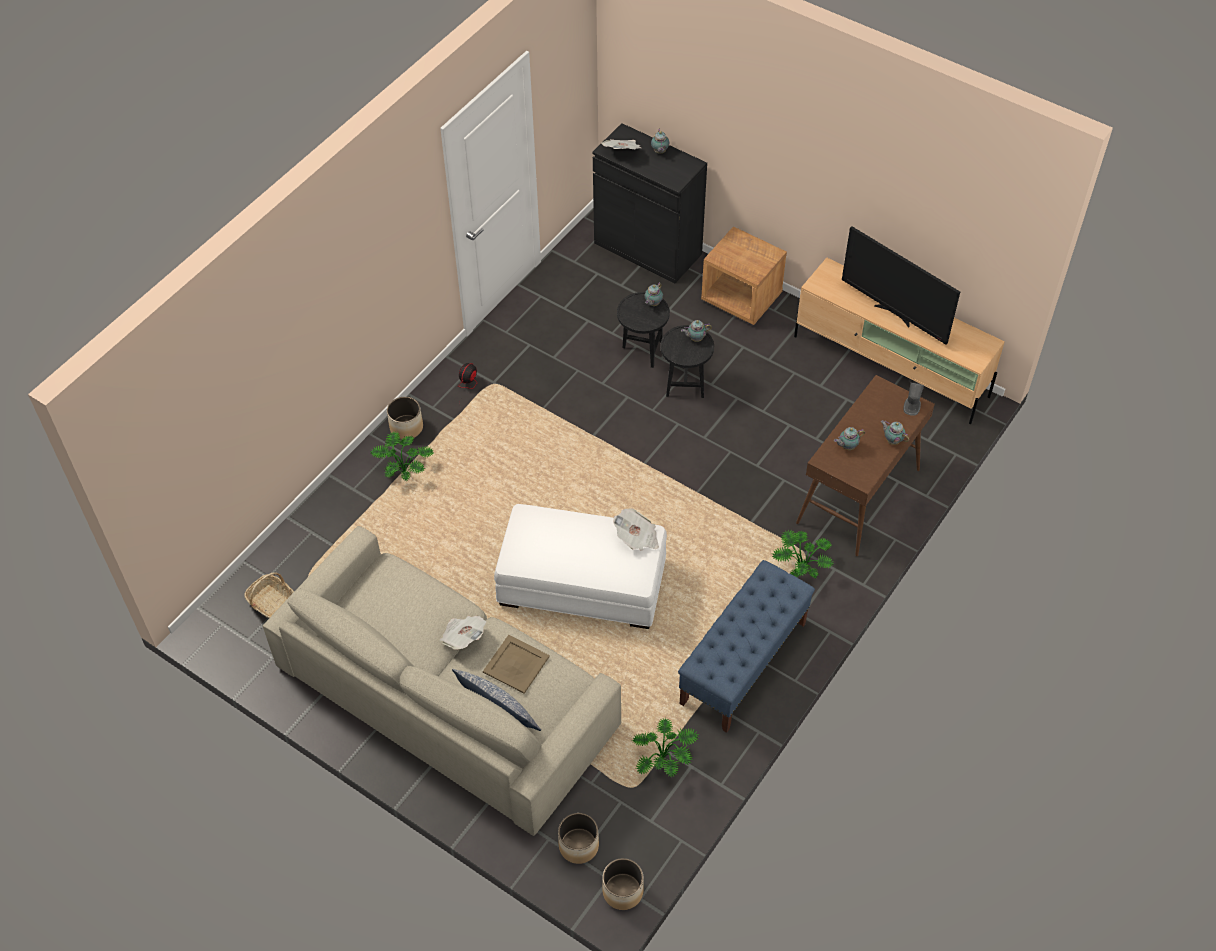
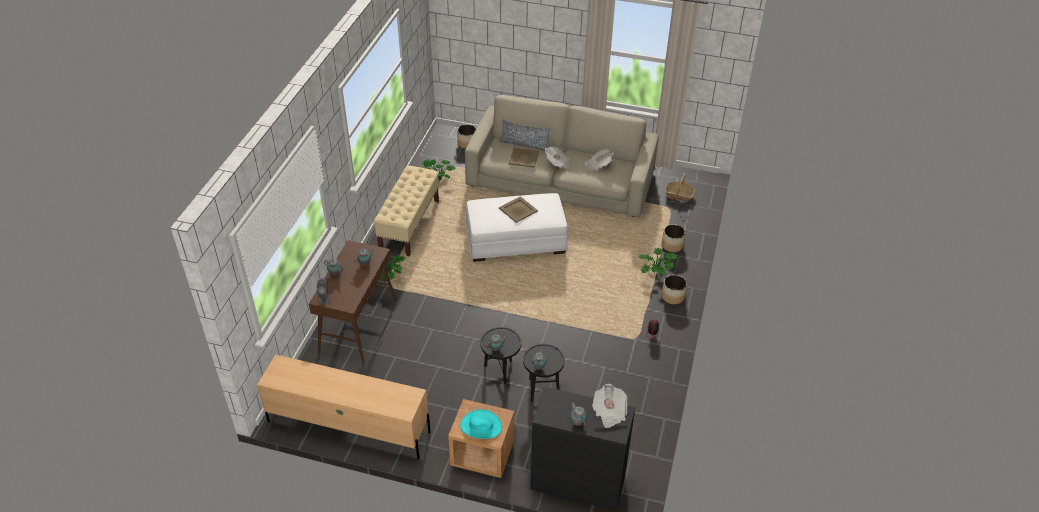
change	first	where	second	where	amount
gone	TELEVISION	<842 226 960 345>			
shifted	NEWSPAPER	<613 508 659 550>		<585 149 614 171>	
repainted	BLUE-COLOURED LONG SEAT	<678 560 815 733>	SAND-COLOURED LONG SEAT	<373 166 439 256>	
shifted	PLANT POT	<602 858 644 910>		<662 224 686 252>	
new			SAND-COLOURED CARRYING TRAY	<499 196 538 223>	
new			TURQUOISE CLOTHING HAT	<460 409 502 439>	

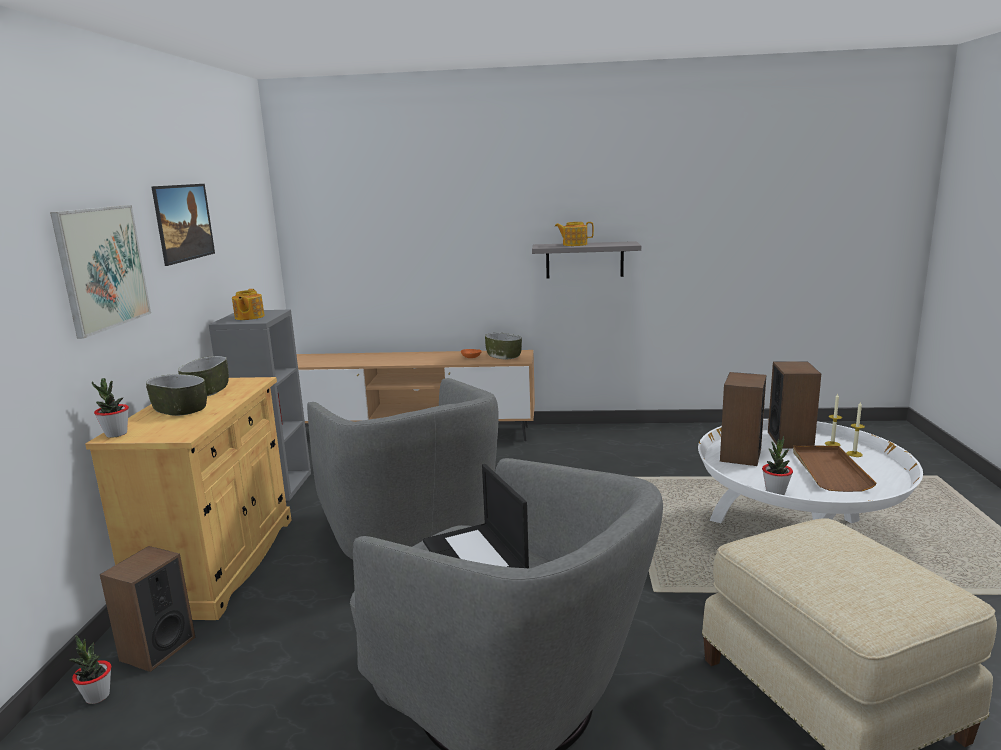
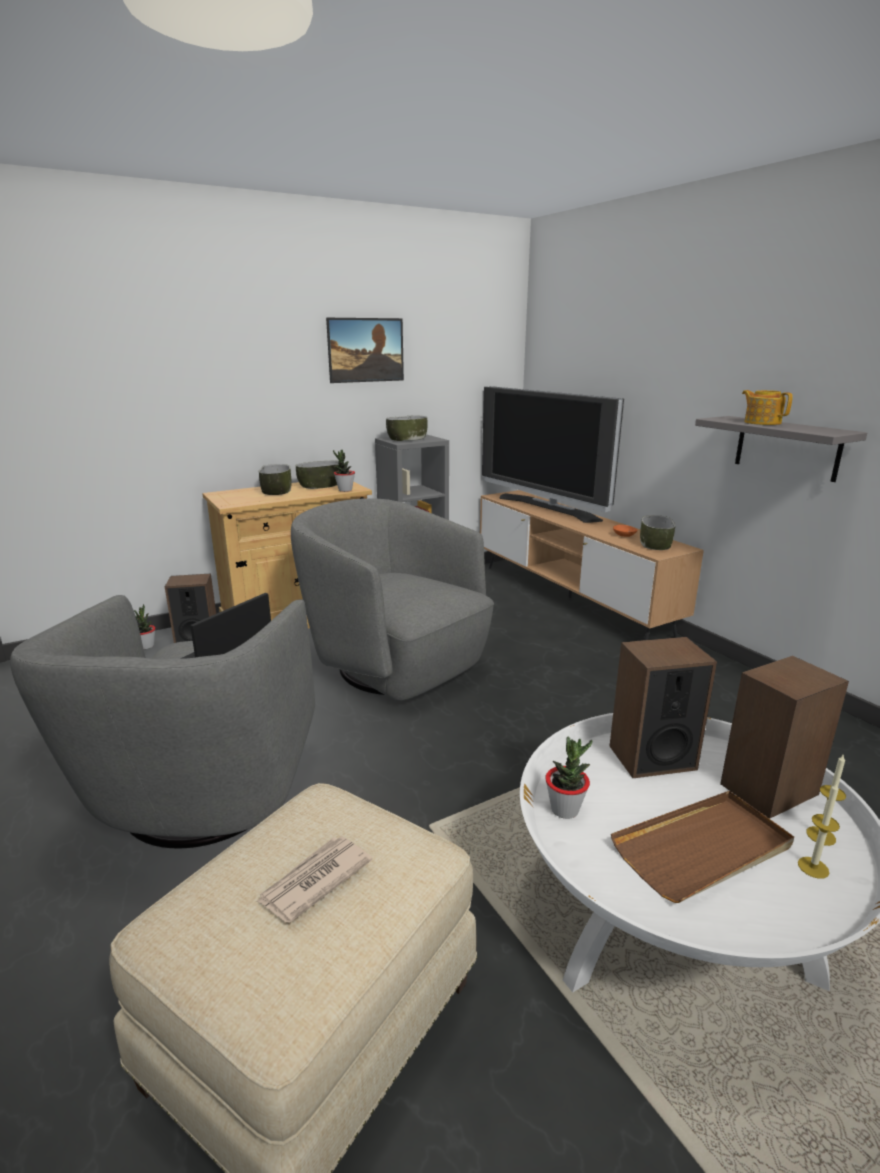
change	first	where	second	where	amount
gone	WALL PICTURE	<50 205 151 339>			
swapped	TEA POT	<232 289 265 320>	BOWL	<386 416 427 441>	
shifted	POTTED PLANT	<92 378 129 438>		<333 450 355 492>	
rotated	GRAY EASY CHAIR	<307 378 499 560>		<291 498 494 701>	105 degrees clockwise
new			TELEVISION	<482 386 624 523>	
new			NEWSPAPER	<256 836 372 923>	

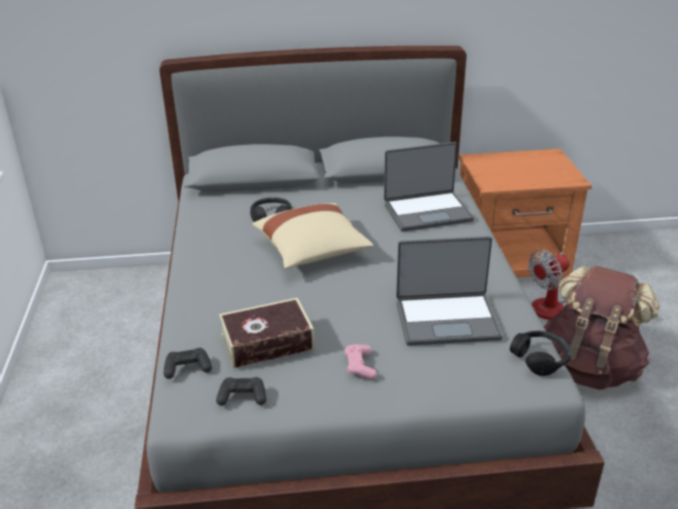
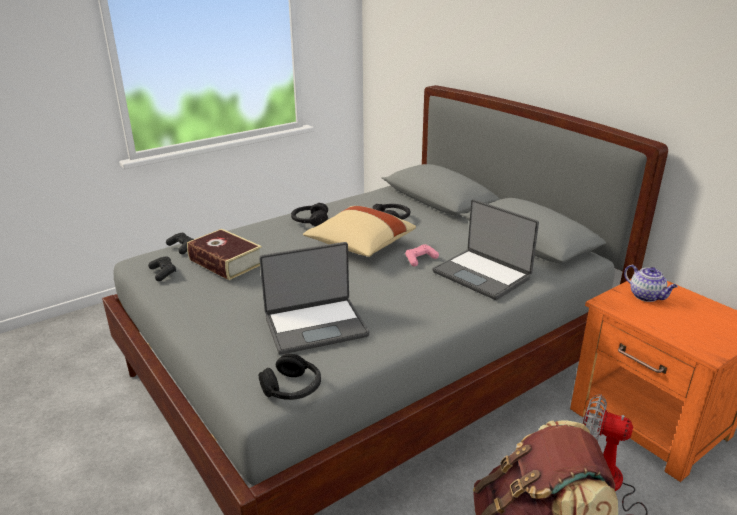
change	first	where	second	where	amount
rotated	LAPTOP	<396 236 503 346>		<259 242 369 355>	75 degrees counterclockwise
shifted	PINK GAMEPAD	<345 344 377 380>		<405 244 439 267>	
new			BLACK-COLOURED HEADPHONES	<291 203 328 227>	
new			TEA POT	<624 265 678 302>	

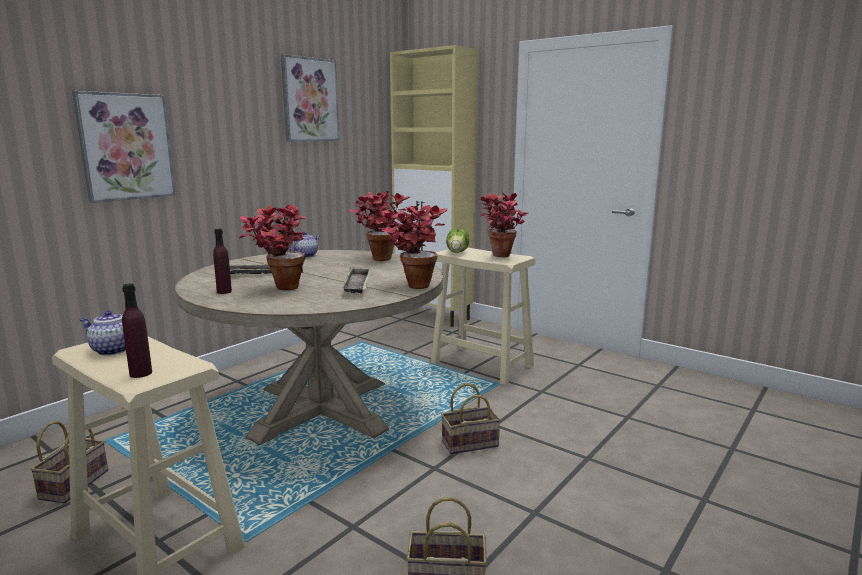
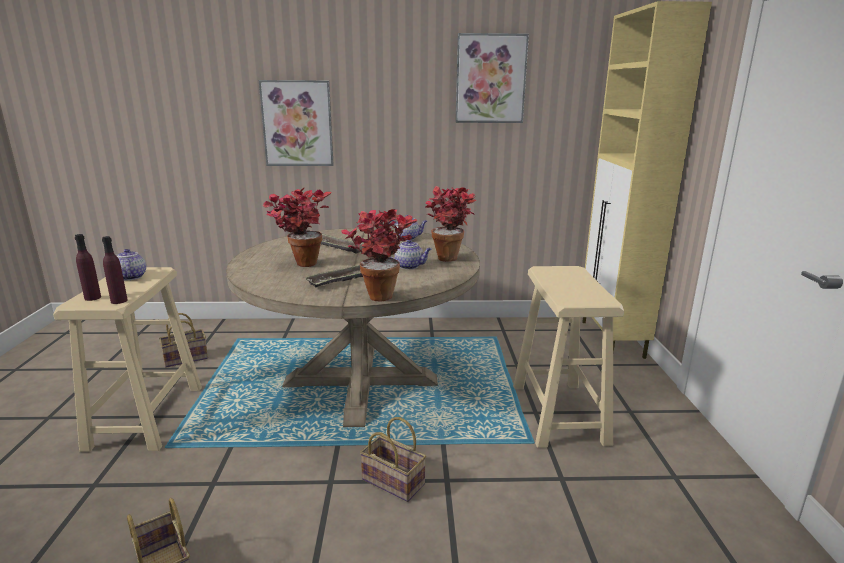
change	first	where	second	where	amount
gone	POTTED PLANT	<479 192 529 257>			
gone	LETTUCE	<446 228 469 253>			
shifted	PURPLISH DRINK BOTTLE	<213 229 232 294>		<102 236 128 304>	
new			TEA POT	<390 239 432 269>	

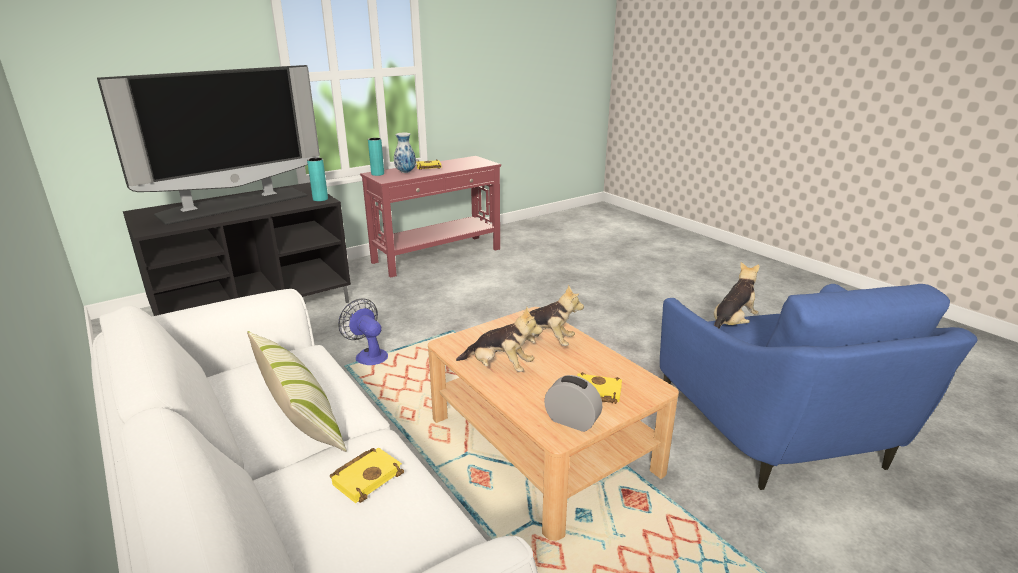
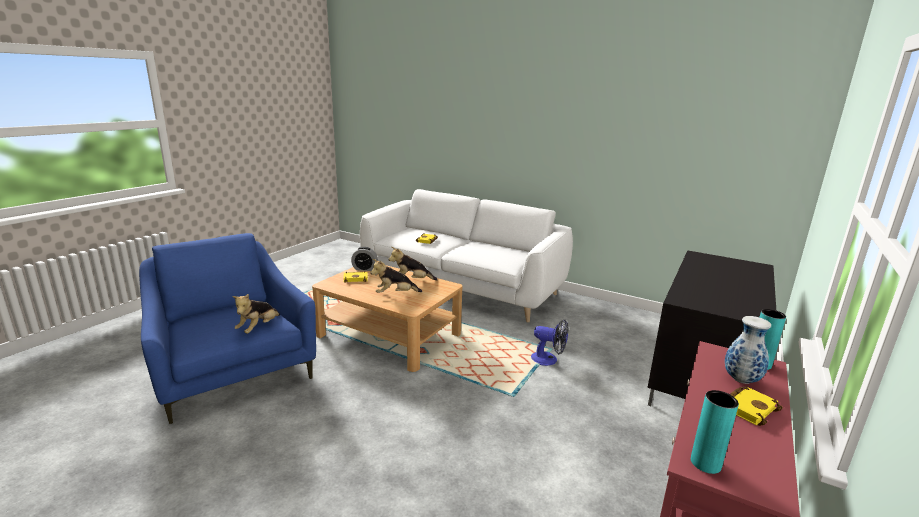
change	first	where	second	where	amount
gone	TELEVISION	<97 65 320 225>			
shifted	TURQUOISE FLOWER VASE	<307 158 328 201>		<691 390 739 474>	
gone	THROW PILLOW	<247 331 347 452>			

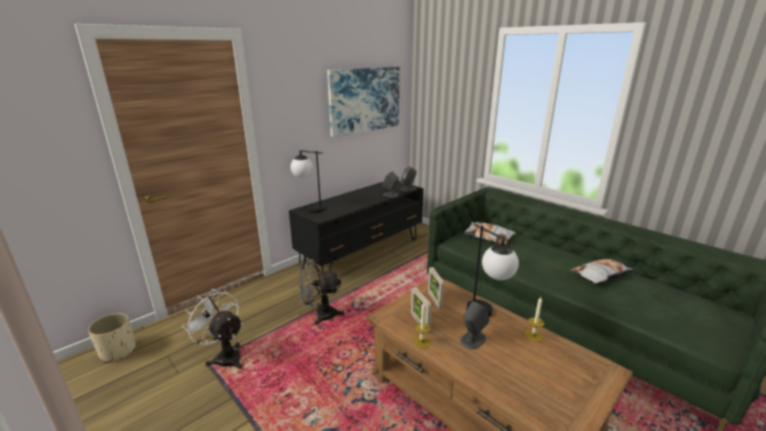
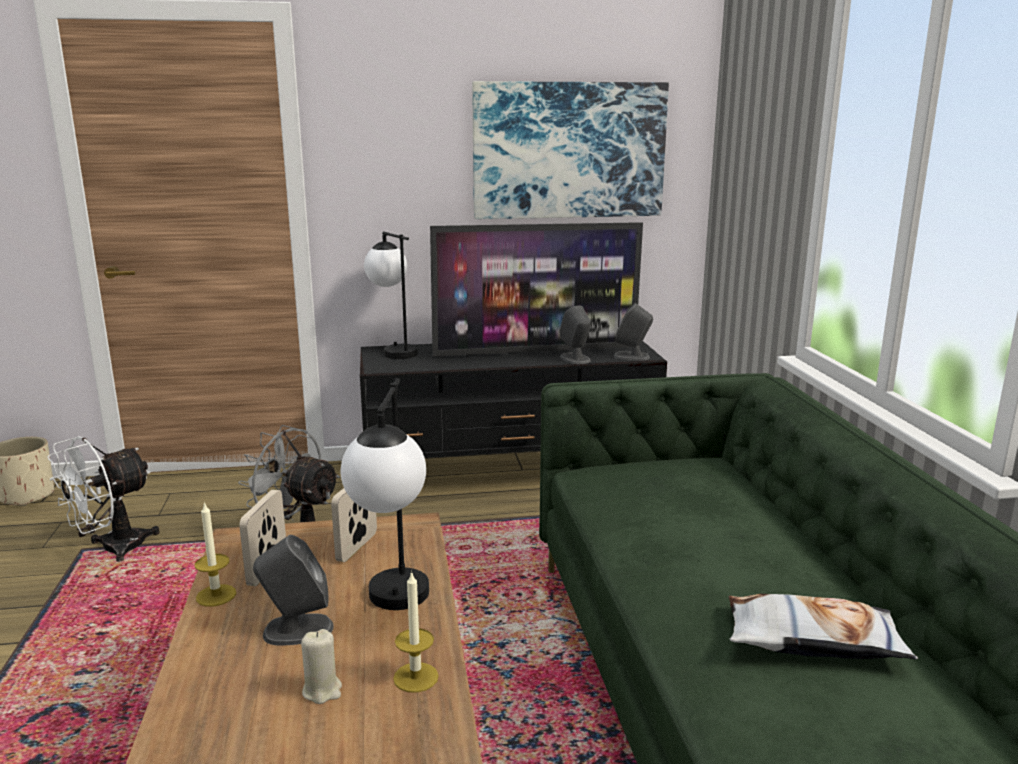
change	first	where	second	where	amount
gone	THROW PILLOW	<463 222 516 245>			
rotated	WHITISH ELECTRIC FAN	<182 289 243 369>		<48 436 160 562>	120 degrees counterclockwise
new			TELEVISION	<430 222 643 357>	
new			SAND-COLOURED WAX CANDLE	<301 629 342 704>	

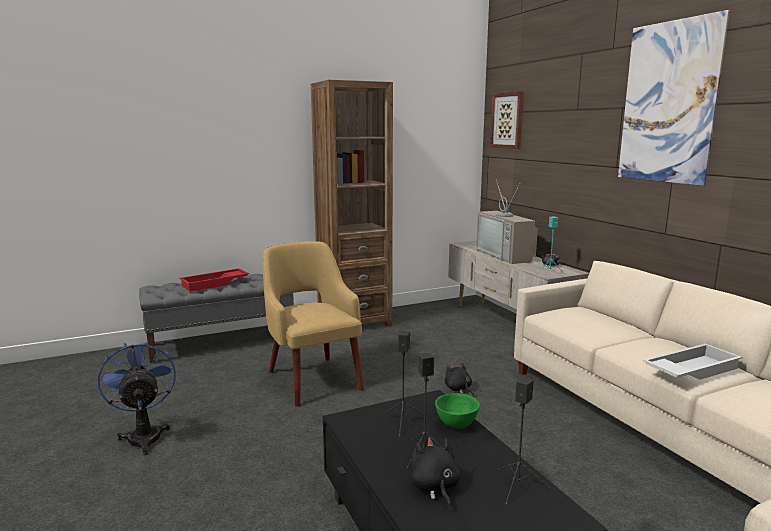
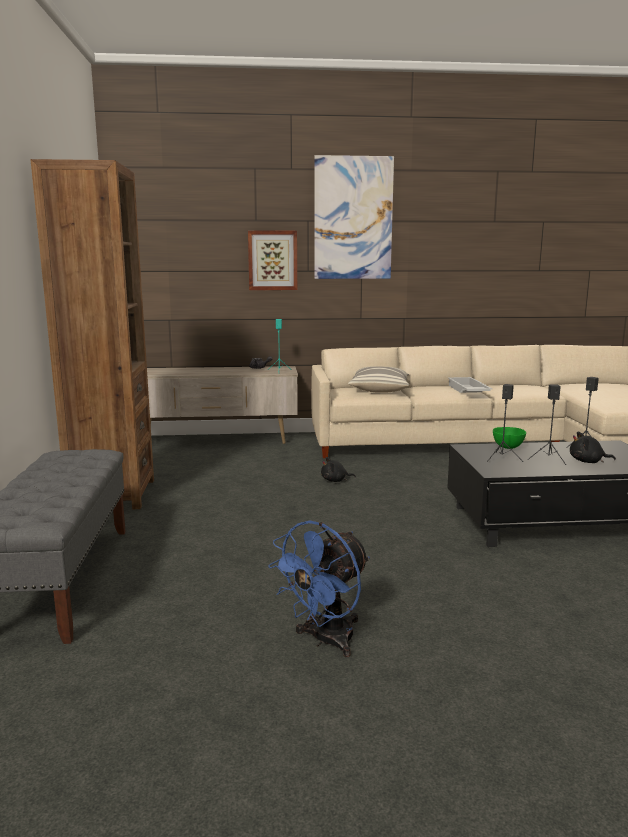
change	first	where	second	where	amount
shifted	WALL PICTURE	<490 91 524 149>		<248 230 297 290>	
gone	TELEVISION	<476 180 538 264>			
gone	YELLOW EASY CHAIR	<262 241 364 407>			
gone	RED CARRYING TRAY	<179 268 249 292>			
rotated	BLUE-COLOURED ELECTRIC FAN	<98 341 176 455>		<268 520 370 657>	45 degrees counterclockwise
new			THROW PILLOW	<348 366 409 393>	

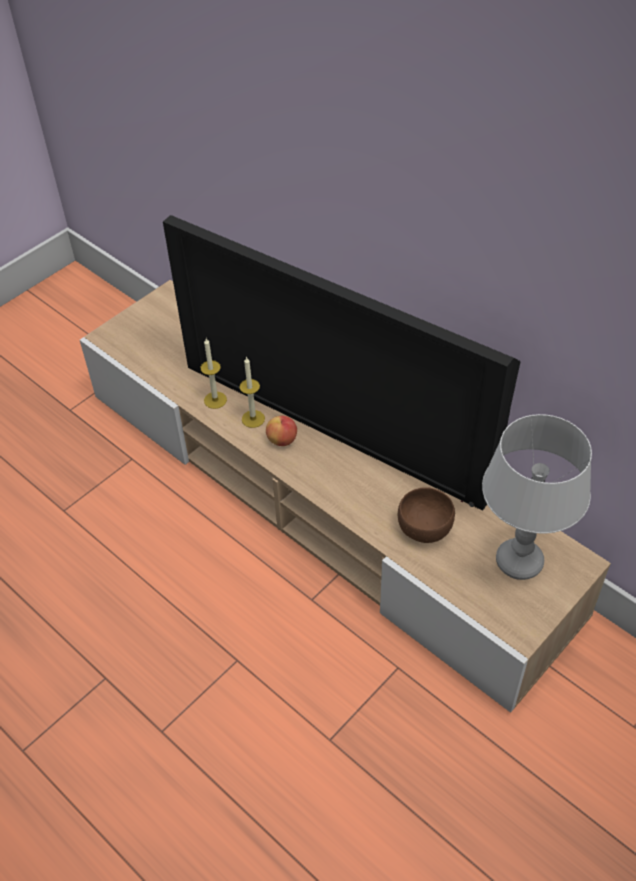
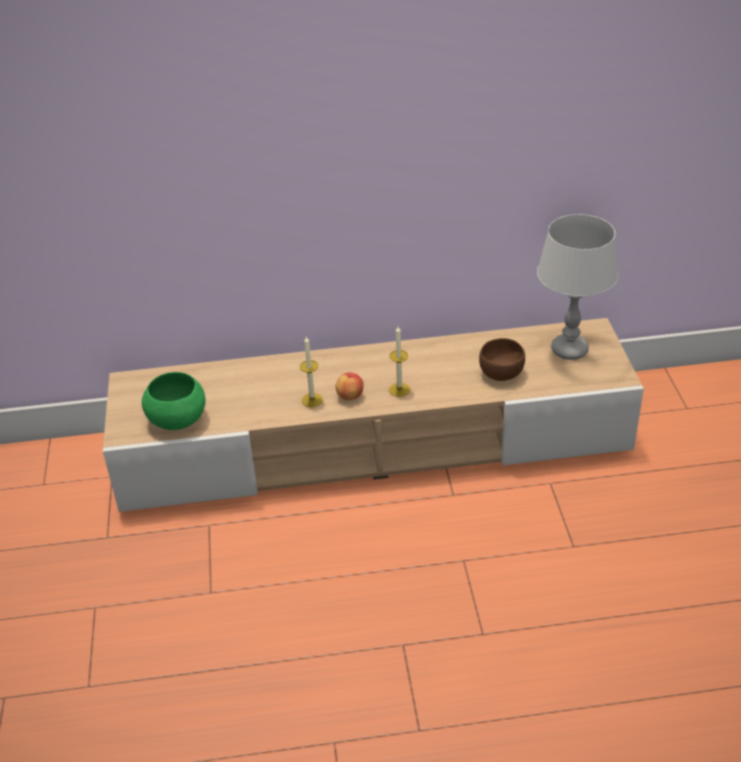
change	first	where	second	where	amount
gone	TELEVISION	<163 215 521 511>			
shifted	WAX CANDLE	<200 338 227 409>		<389 327 410 397>	
new			GREENISH BOWL	<142 372 206 430>	

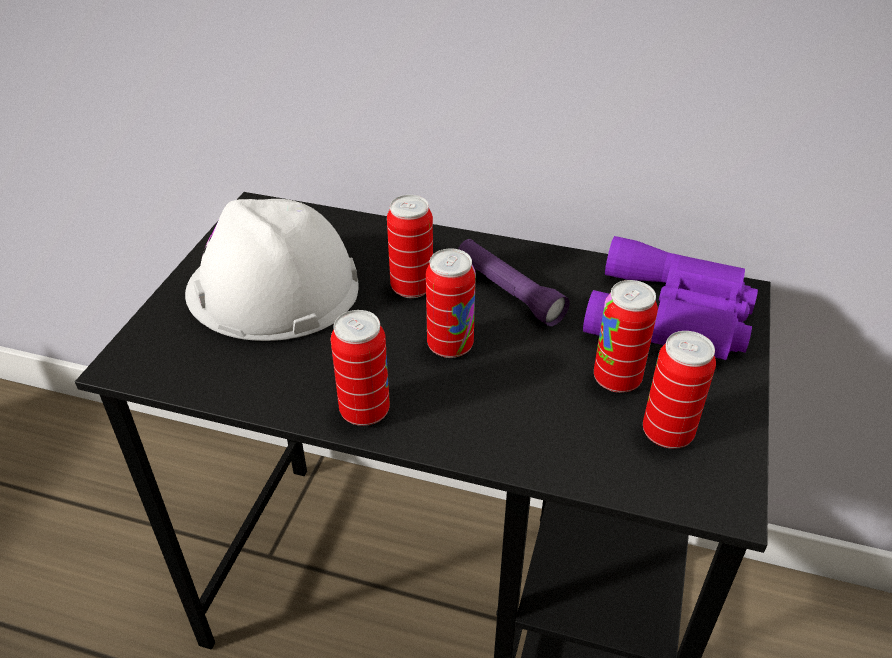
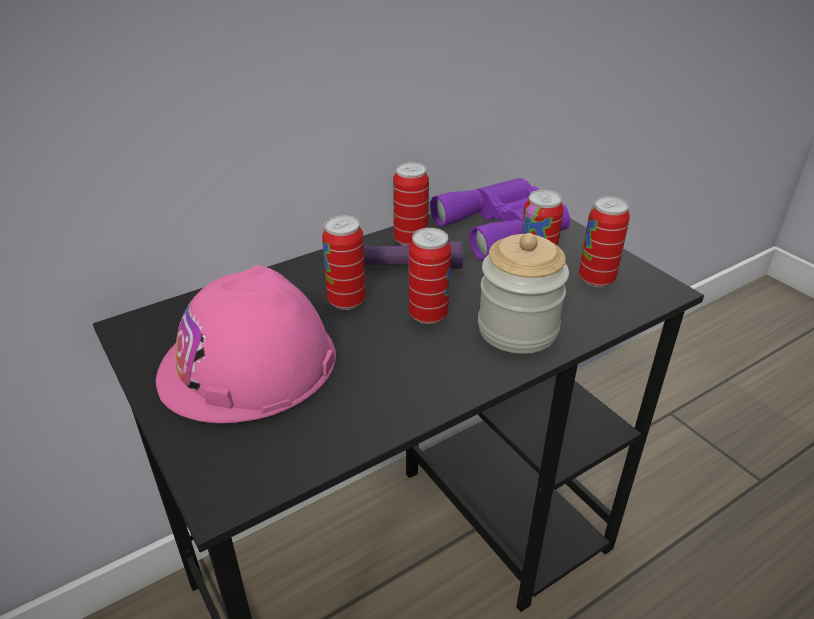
change	first	where	second	where	amount
repainted	WHITISH HARD HAT	<185 199 359 341>	PINK HARD HAT	<156 265 336 423>	
shifted	METAL CAN	<331 310 390 426>		<393 162 429 246>	
new			PRESERVE JAR	<478 233 569 354>	

